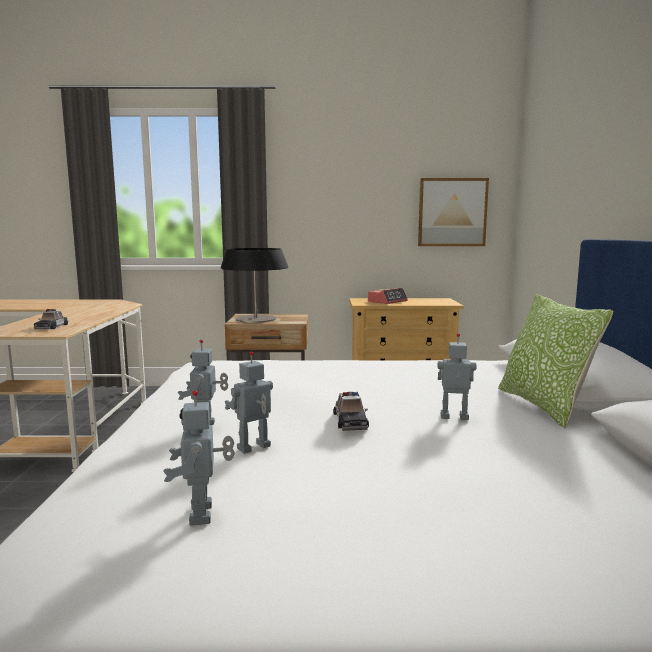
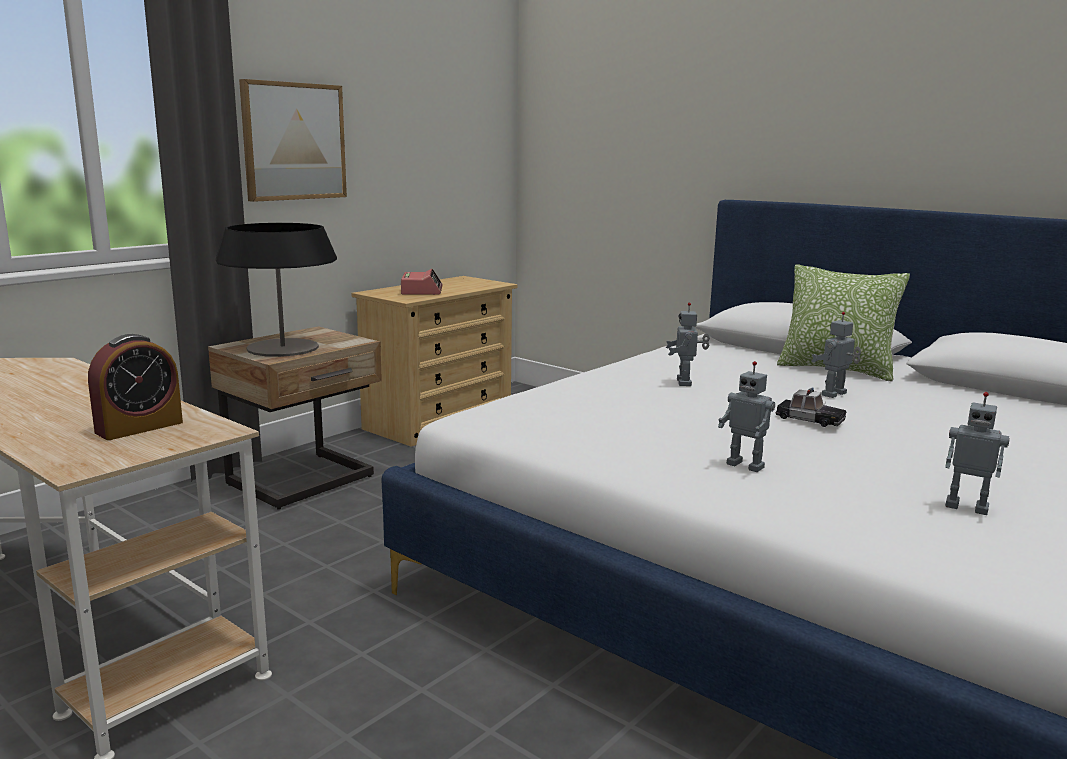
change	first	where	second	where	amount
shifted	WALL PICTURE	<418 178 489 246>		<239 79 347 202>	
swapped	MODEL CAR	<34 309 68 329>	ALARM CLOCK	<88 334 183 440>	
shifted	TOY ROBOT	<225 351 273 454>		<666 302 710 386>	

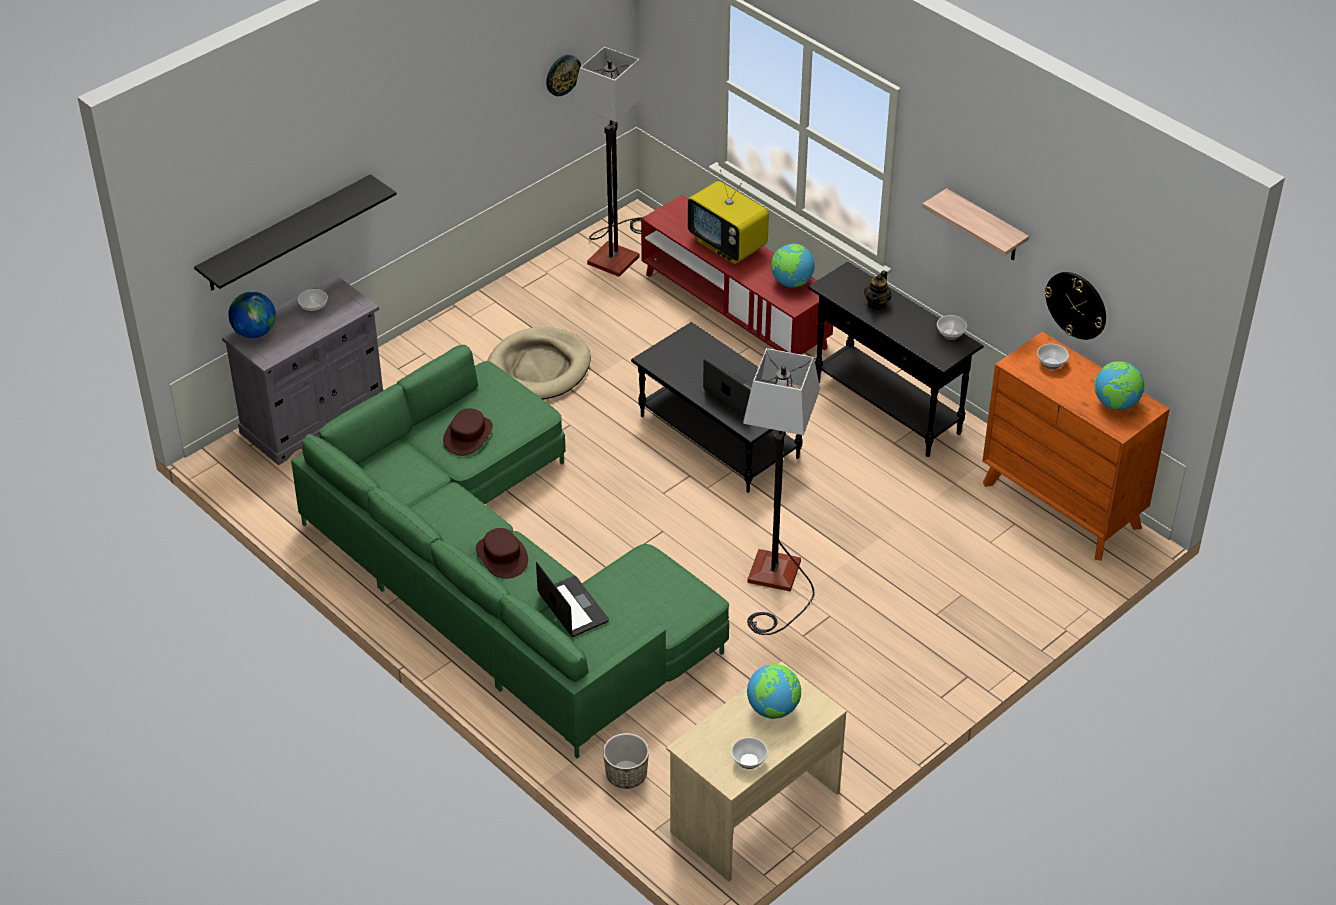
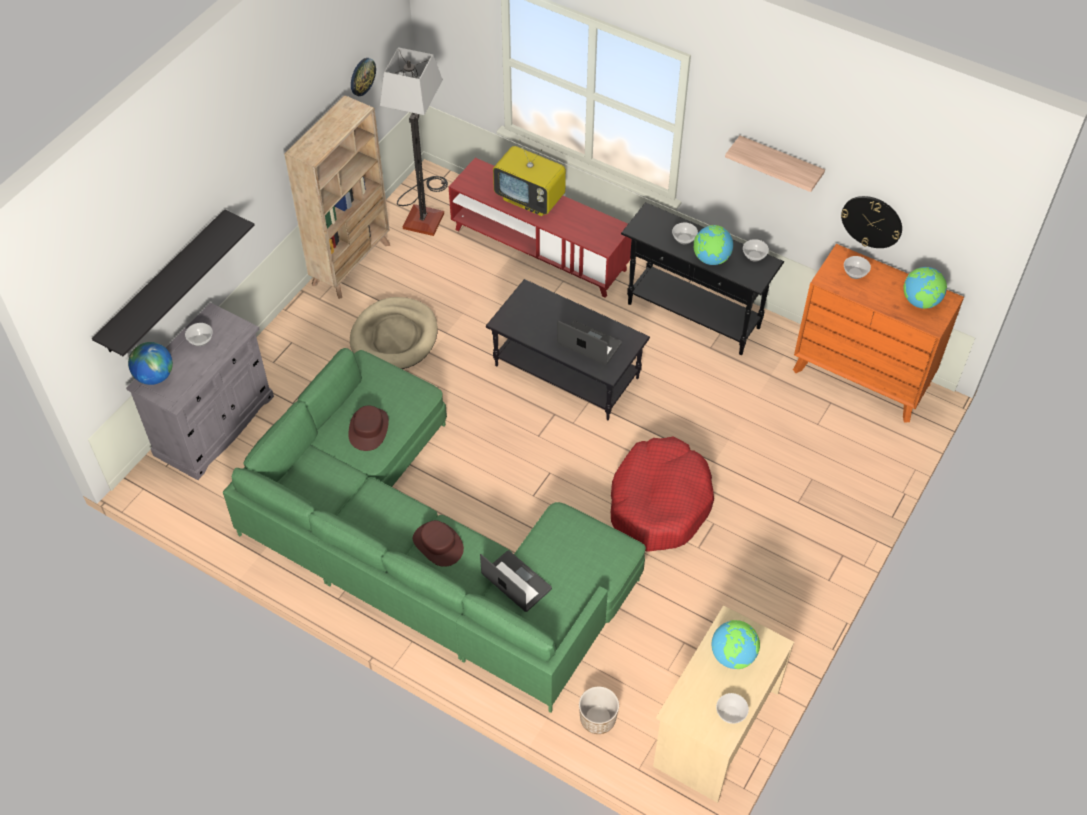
change	first	where	second	where	amount
shifted	GLOBE	<771 244 815 287>		<694 225 733 265>	
swapped	TEA POT	<864 270 892 310>	BOWL	<672 223 698 244>	
swapped	STANDARD LAMP	<743 348 820 635>	RED DOG CUSHION	<611 436 714 552>	
new			SAND-COLOURED BOOKCASE	<284 95 390 299>	

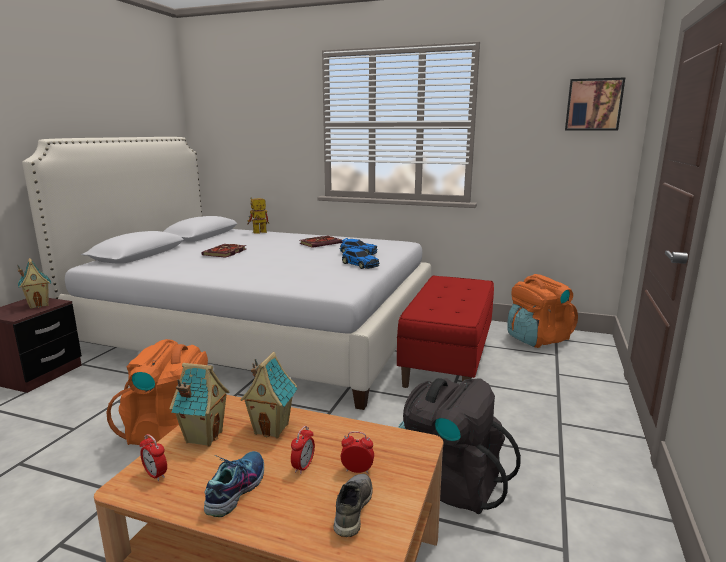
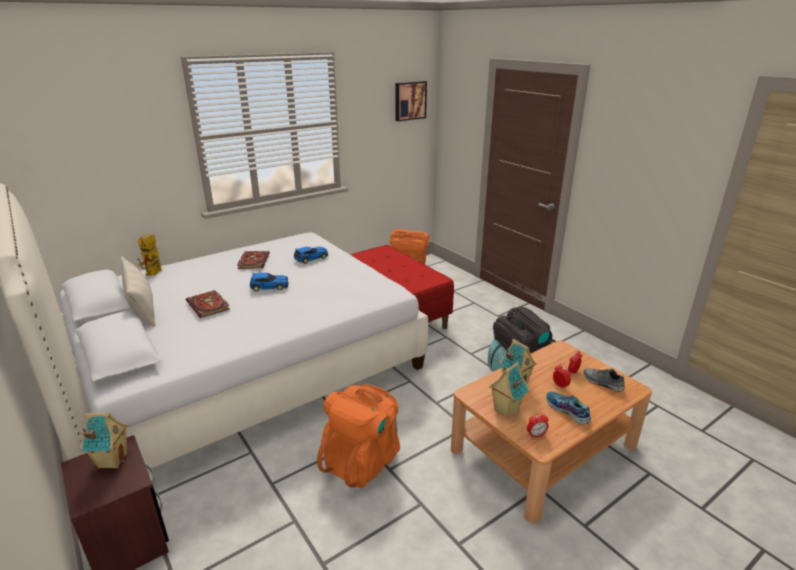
change	first	where	second	where	amount
shifted	MODEL CAR	<342 247 379 269>		<250 273 288 292>	
new			SAND-COLOURED THROW PILLOW	<121 256 155 327>	

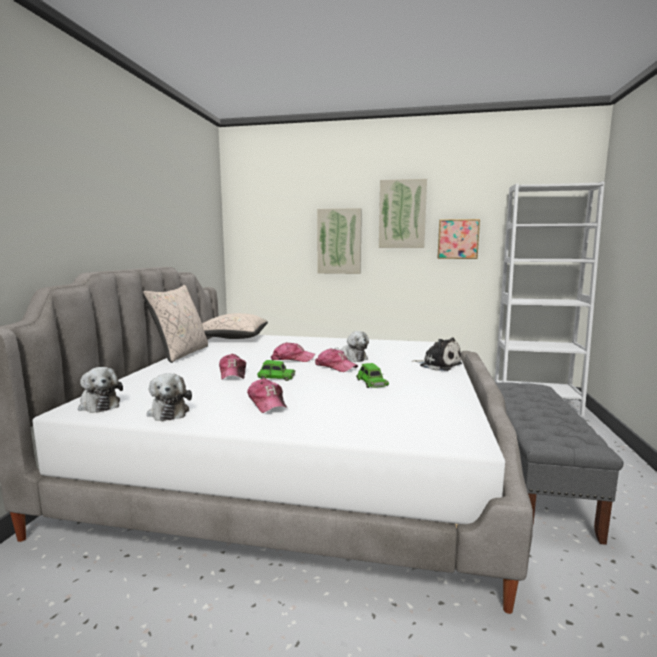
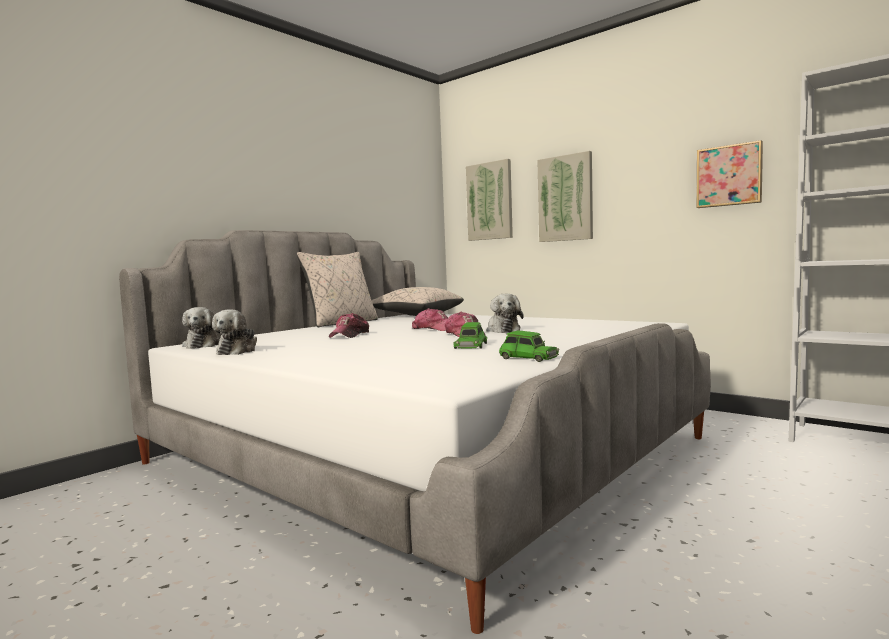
change	first	where	second	where	amount
shifted	WALL PICTURE	<379 179 427 248>		<466 159 513 241>	
gone	PLUSH TOY	<412 337 462 371>			
shifted	GREENISH MODEL CAR	<257 360 296 381>		<499 330 559 362>	
gone	CAP	<247 378 288 413>			
gone	GRAY LONG SEAT	<496 382 624 545>			

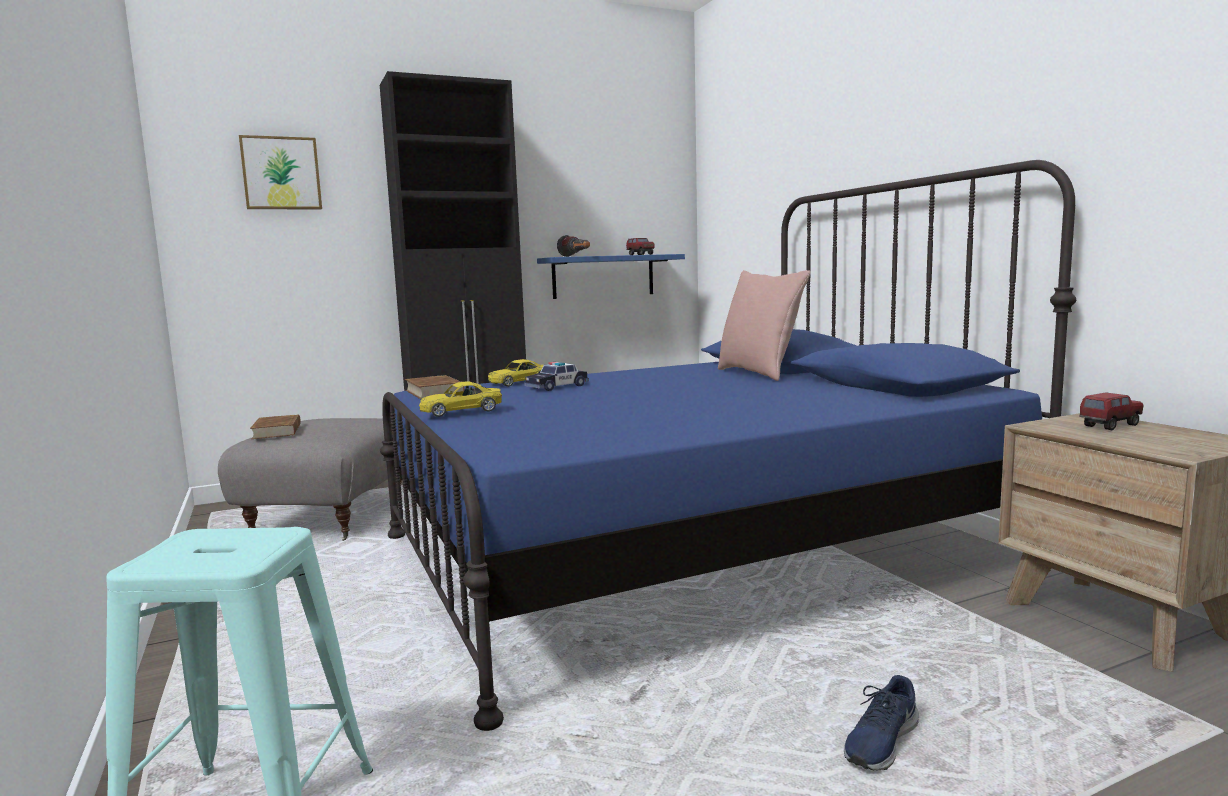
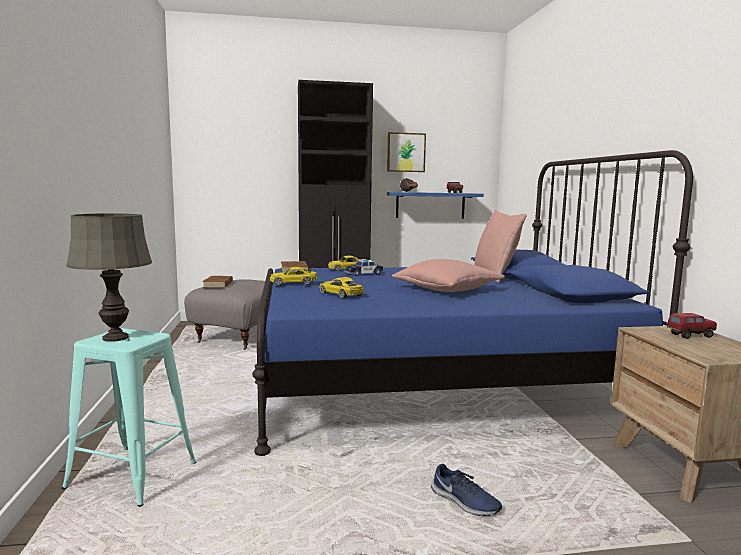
change	first	where	second	where	amount
shifted	WALL PICTURE	<239 135 322 209>		<387 132 426 172>	
rotated	BLUE-COLOURED SHOE	<844 675 919 770>		<431 464 502 516>	105 degrees counterclockwise
new			GRAY TABLETOP LAMP	<66 213 152 342>	
new			PINK THROW PILLOW	<392 259 505 292>	
new			YELLOW MODEL CAR	<319 277 364 299>	

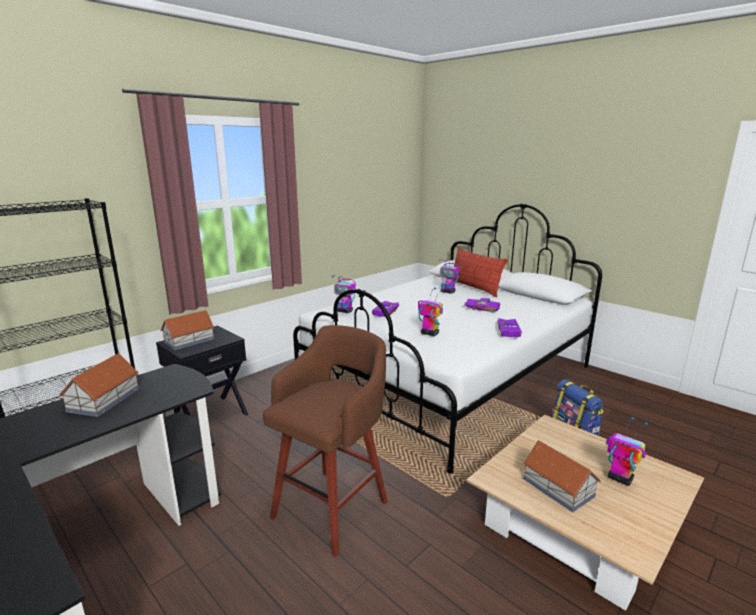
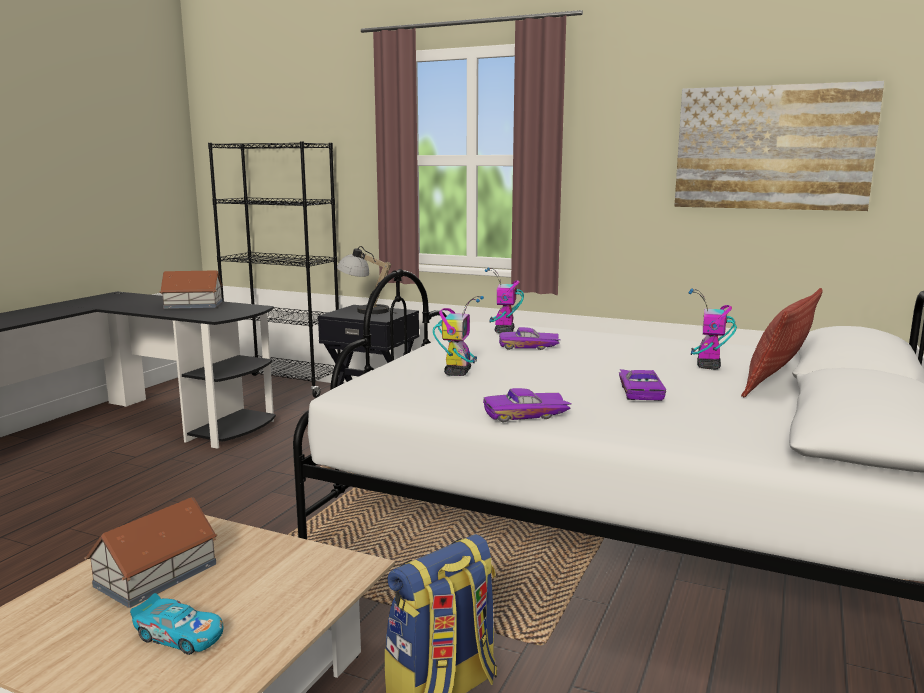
change	first	where	second	where	amount
swapped	TOY HOUSE	<160 310 214 350>	TABLETOP LAMP	<337 246 395 314>	
gone	BROWNISH SITTING STOOL	<263 325 388 557>			
swapped	TOY ROBOT	<606 417 647 486>	MODEL CAR	<130 593 224 655>	
new			WALL PICTURE	<674 81 884 211>	

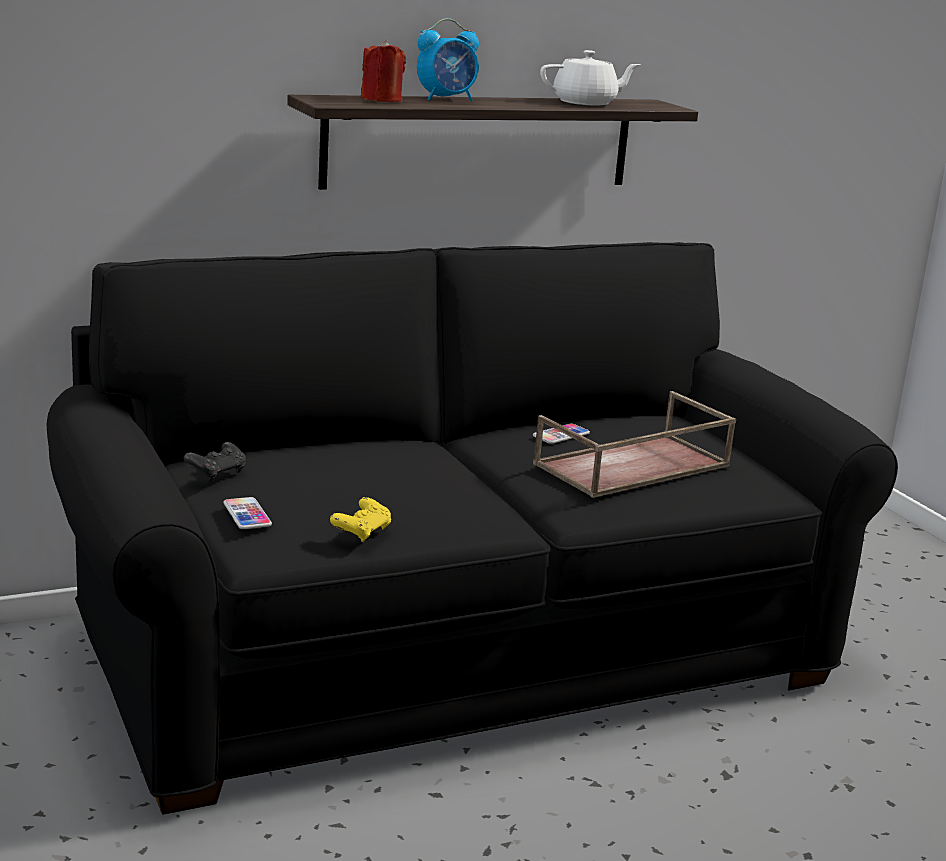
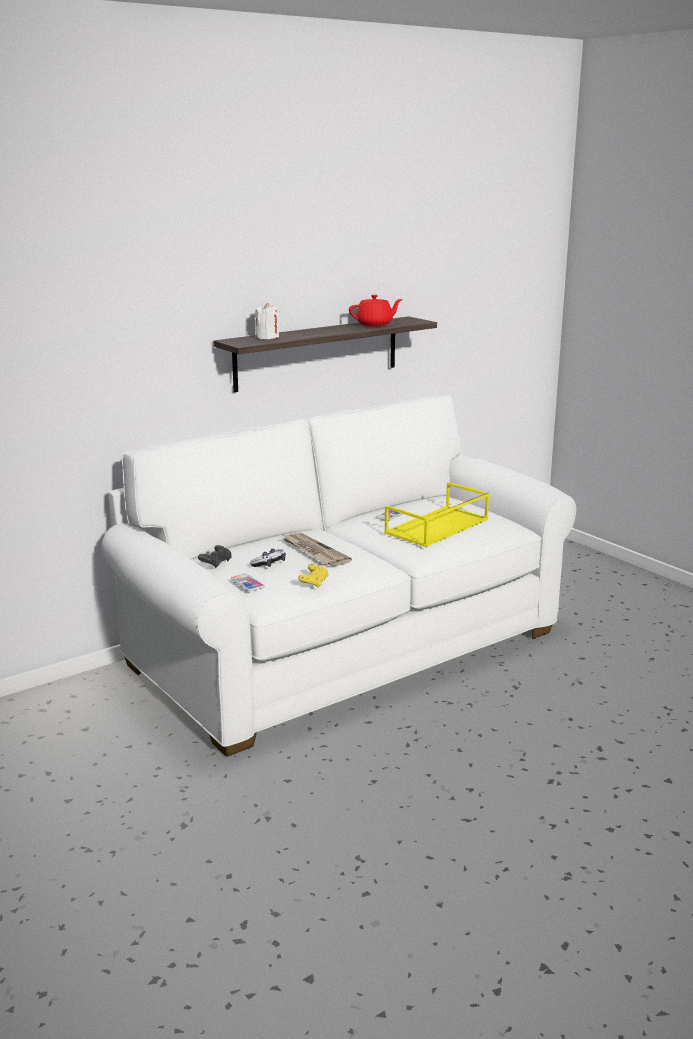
change	first	where	second	where	amount
gone	ALARM CLOCK	<417 18 479 101>			
repainted	RED WAX CANDLE	<361 39 406 102>	WHITISH WAX CANDLE	<255 303 280 339>	
repainted	WHITISH TEA POT	<540 50 641 106>	RED TEA POT	<349 295 403 326>	
repainted	BLACK-COLOURED COUCH	<47 242 898 815>	WHITISH COUCH	<101 395 576 757>	
repainted	BROWNISH CARRYING TRAY	<533 391 736 498>	YELLOW CARRYING TRAY	<384 482 489 547>	
new			NEWSPAPER	<281 533 352 566>	
new			GAMEPAD	<250 549 286 567>	

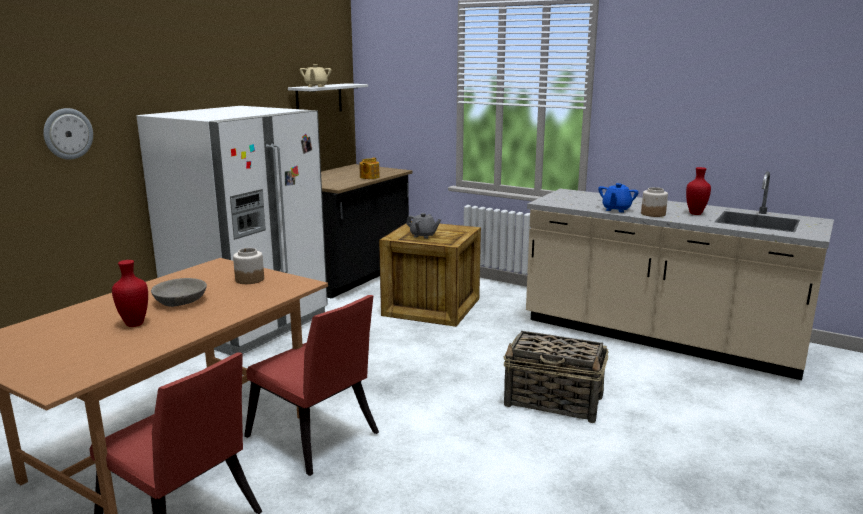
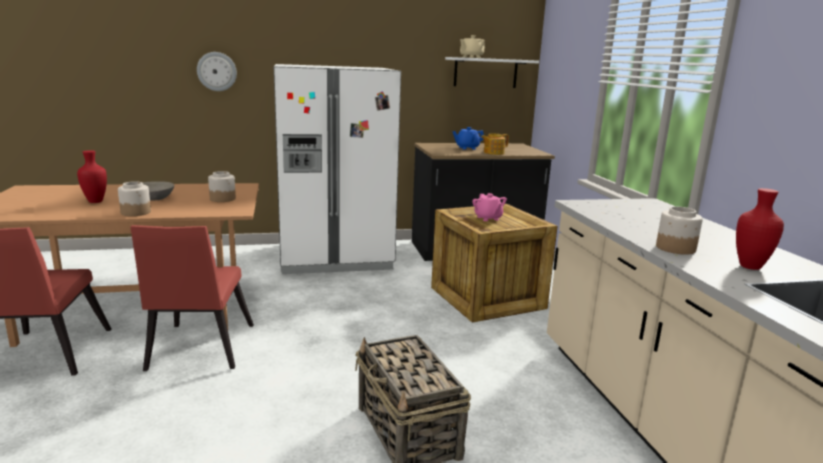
change	first	where	second	where	amount
shifted	BLUE-COLOURED TEA POT	<598 183 639 213>		<452 127 484 150>	
repainted	GRAY TEA POT	<406 213 441 239>	PINK TEA POT	<472 193 507 221>	
new			PRESERVE JAR	<118 181 151 216>	

